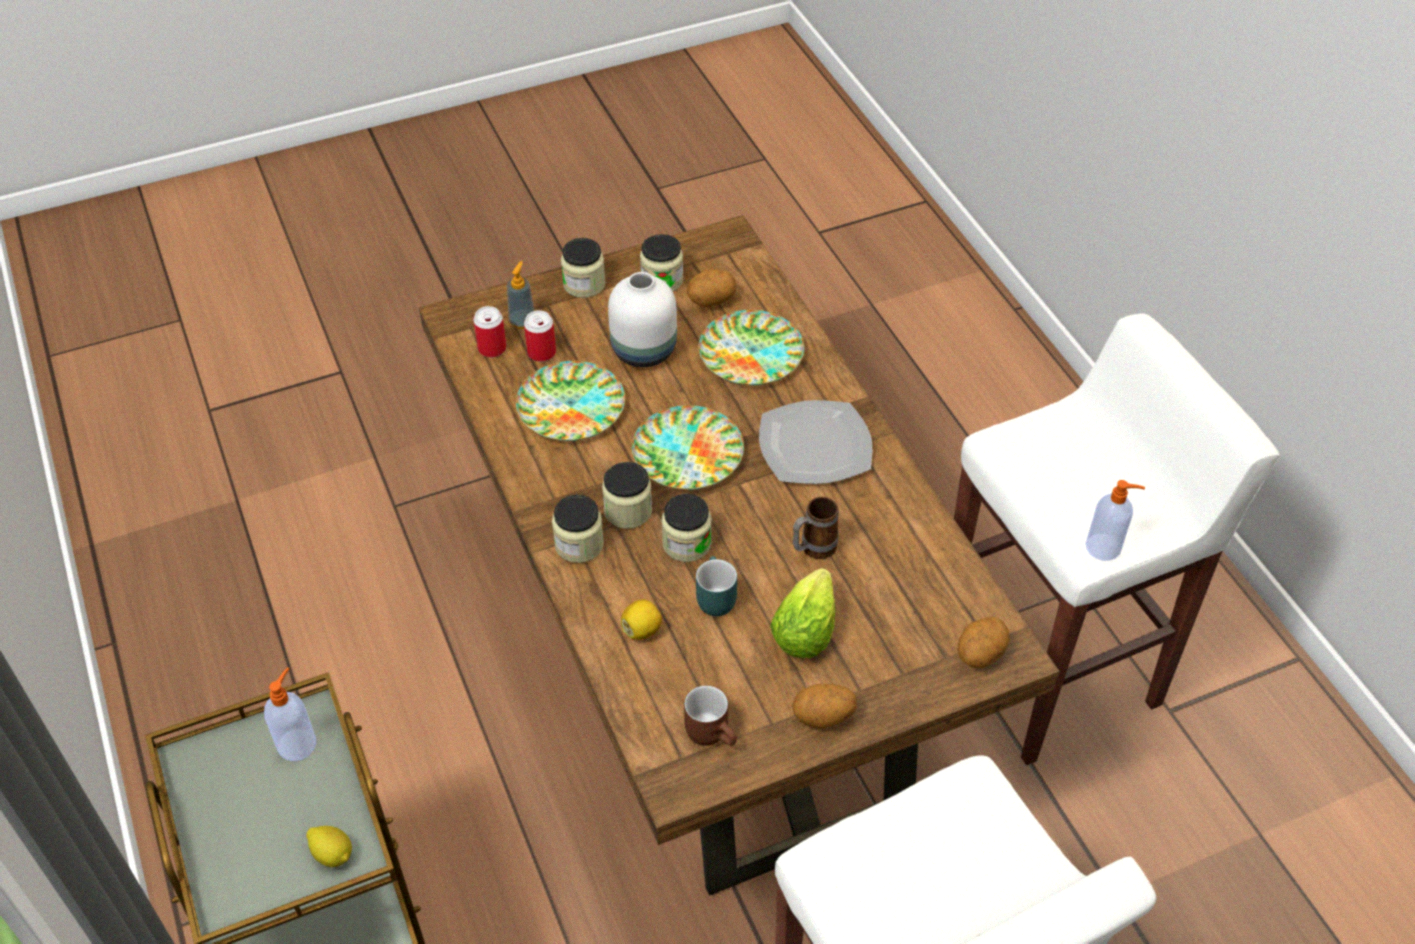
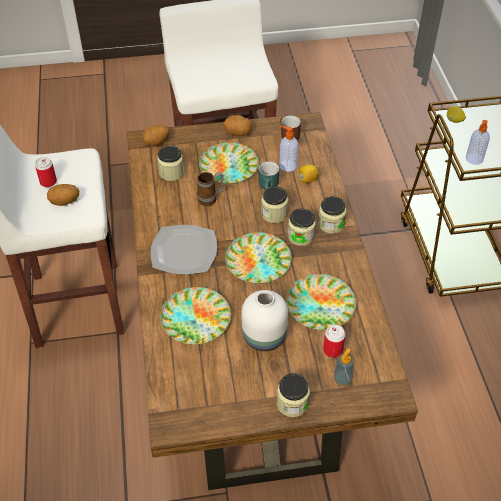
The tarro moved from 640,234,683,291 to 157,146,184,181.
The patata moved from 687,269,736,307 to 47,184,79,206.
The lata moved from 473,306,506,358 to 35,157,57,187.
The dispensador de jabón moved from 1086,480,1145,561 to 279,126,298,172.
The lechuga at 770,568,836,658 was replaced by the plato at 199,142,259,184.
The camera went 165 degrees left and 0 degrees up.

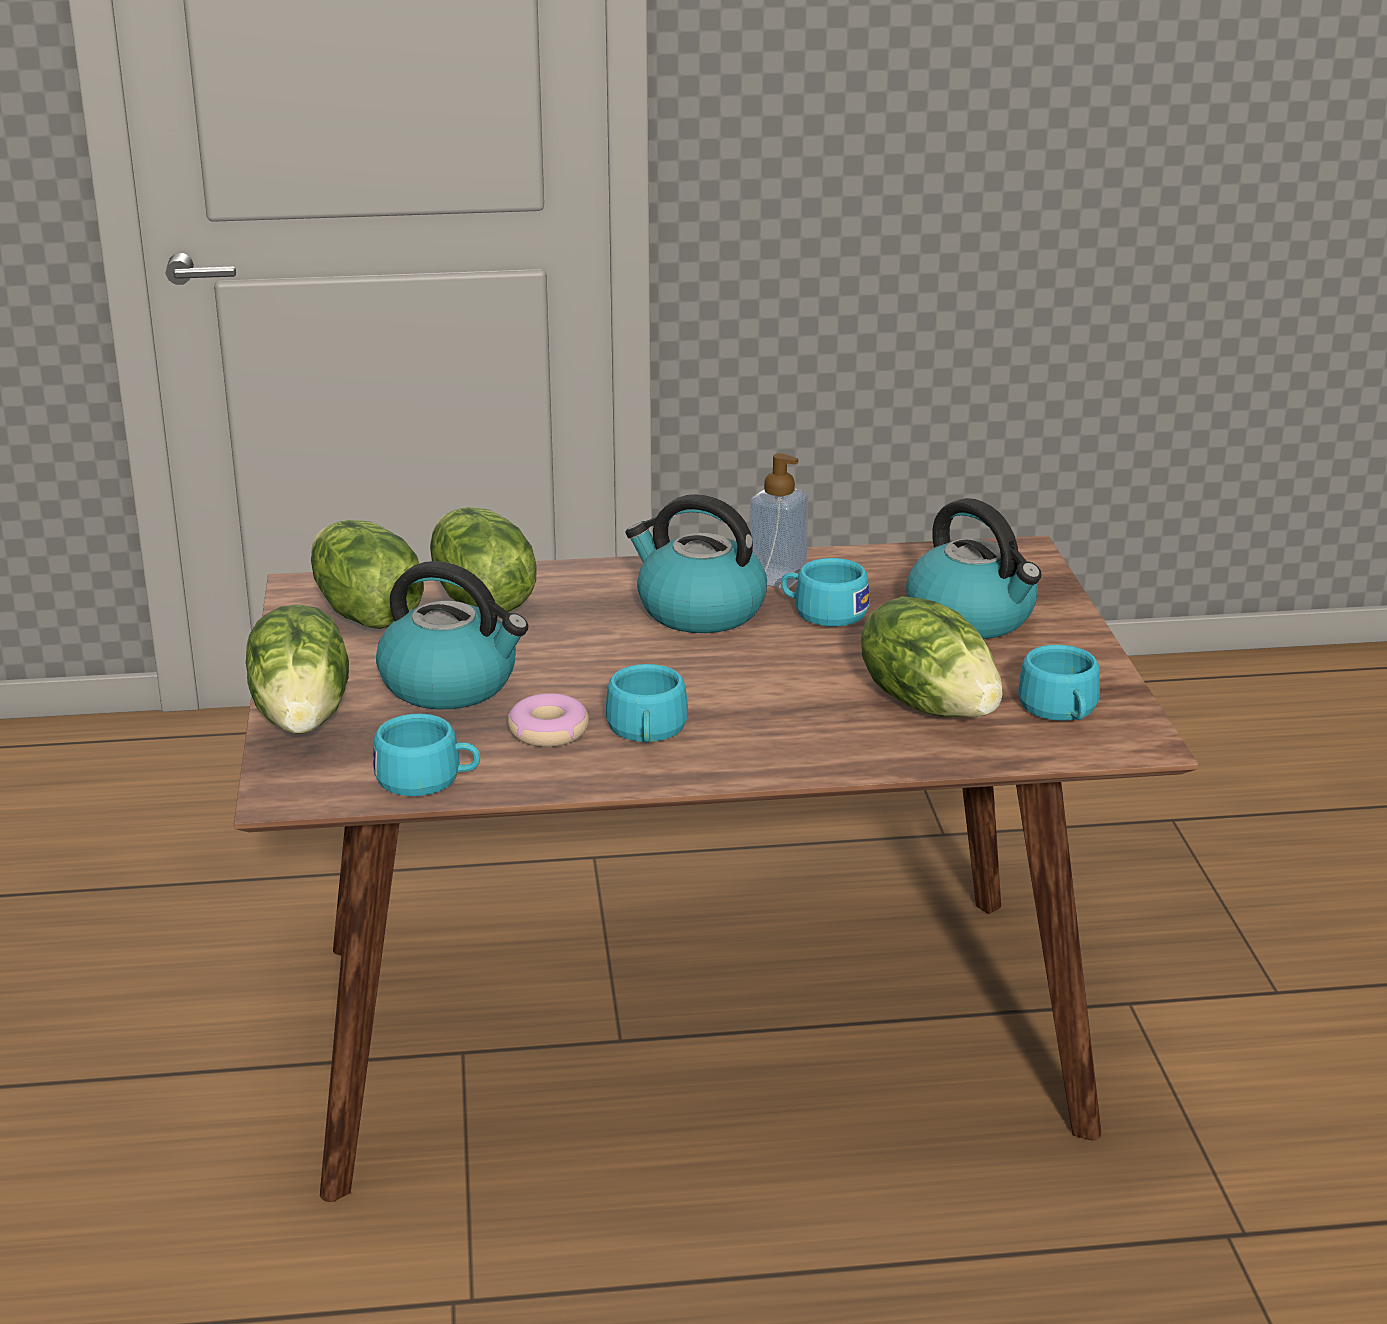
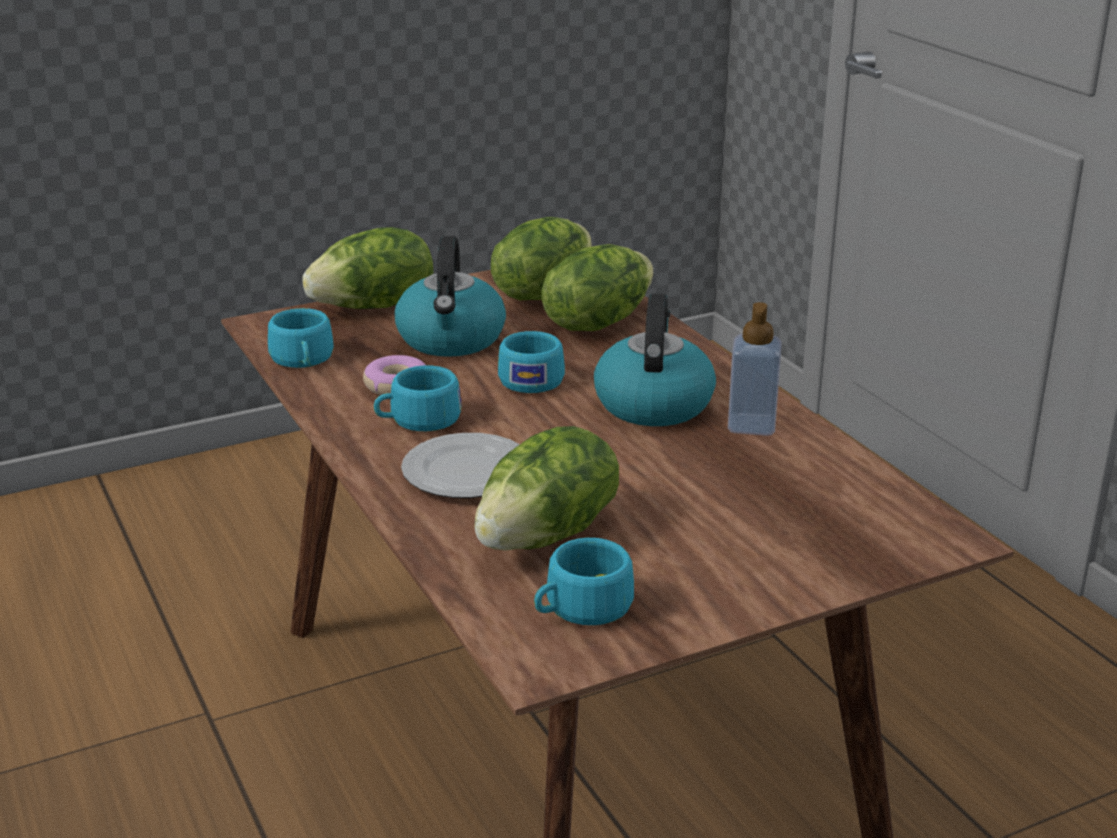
The hervidor at 906,498,1041,639 disappeared.
The taza [turquesa] moved from 781,558,869,627 to 498,331,565,393.
The plato at 401,433,520,498 appeared.
The camera went 70 degrees right and 0 degrees up.

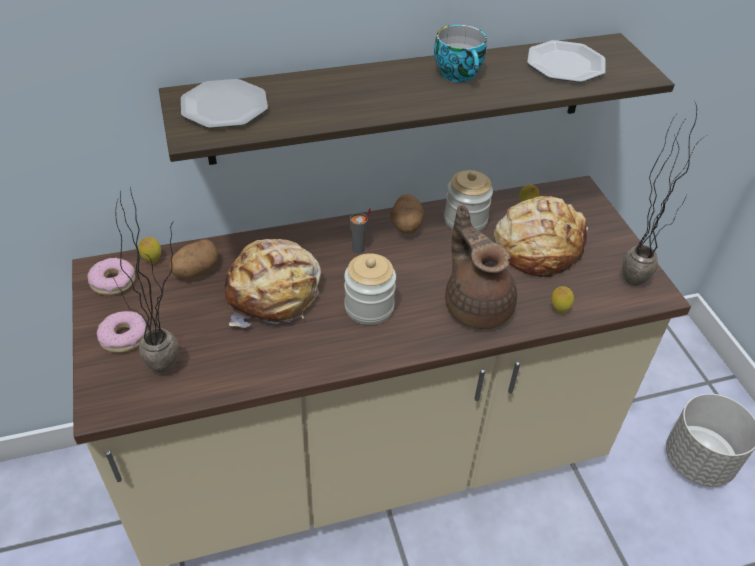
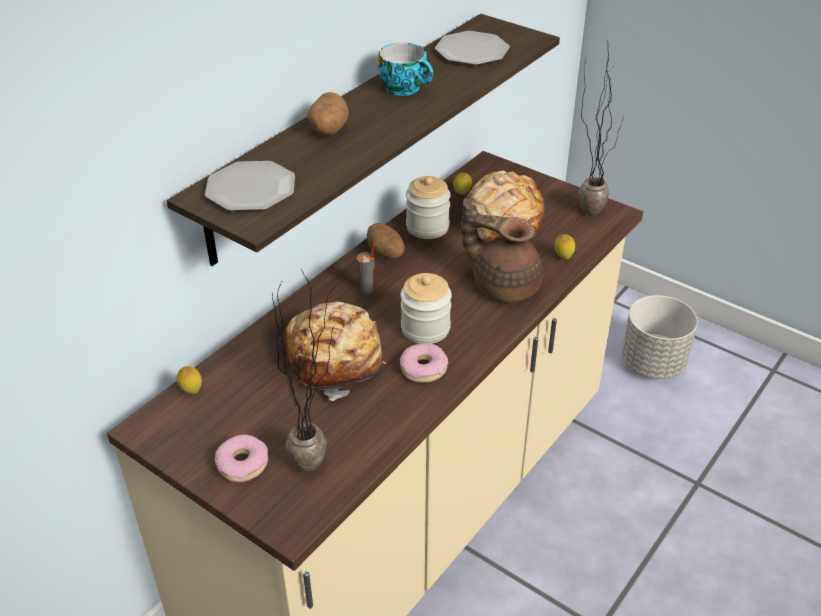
The patata moved from 169,239,218,279 to 307,92,349,136.
The rosquilla moved from 87,258,135,295 to 400,343,448,383.
The camera went 35 degrees left and 5 degrees down.

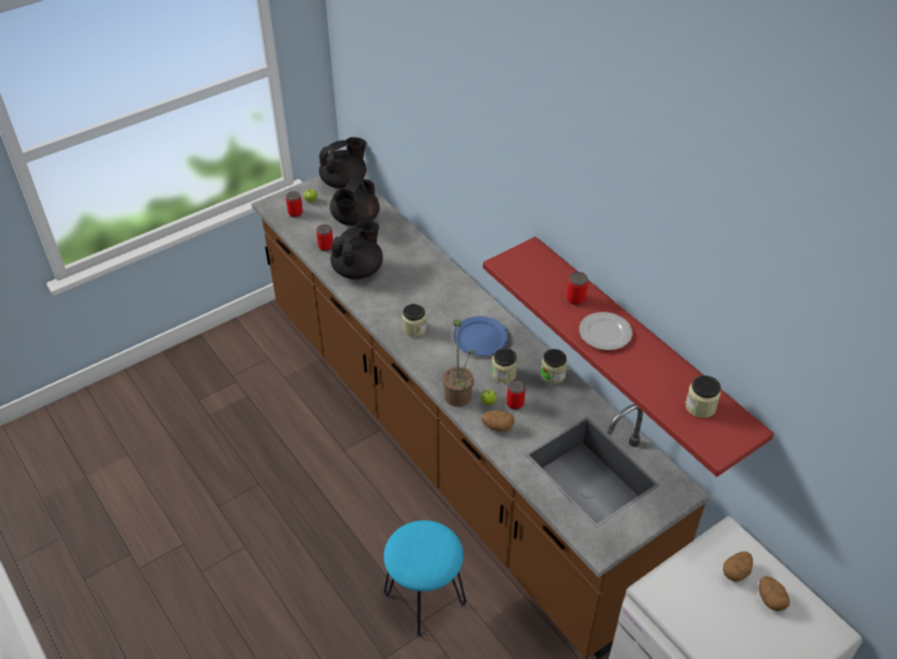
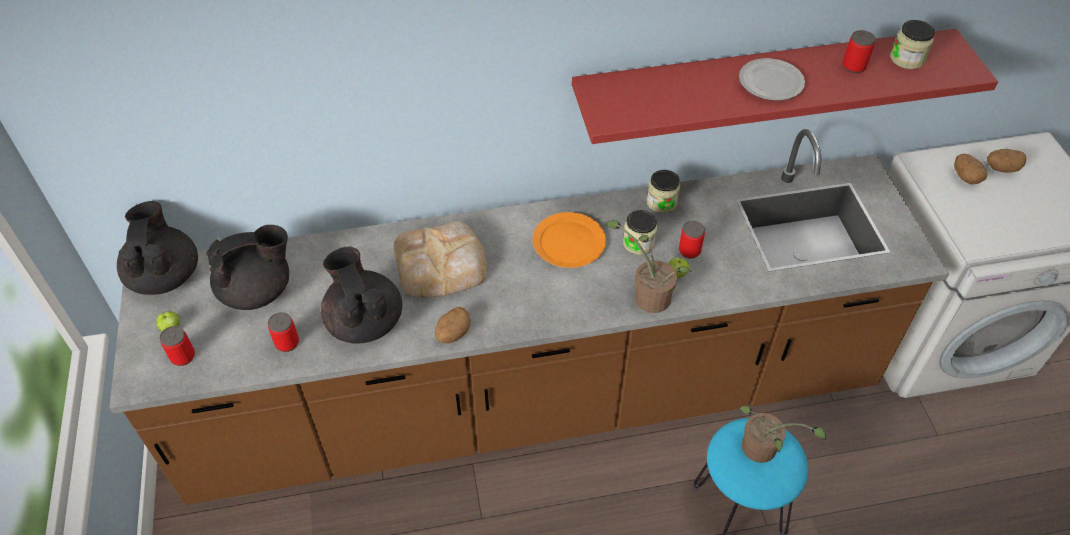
The tetera [negro] at 330,174,380,226 turned 75 degrees counterclockwise.
The lata moved from 567,272,588,305 to 843,30,876,73.
The tarro at 402,304,427,337 disappeared.
The plato [azul] at 453,316,508,356 became the plato [naranja] at 533,212,606,268.
The patata moved from 482,410,514,432 to 435,307,471,343.
The pan at 393,221,487,298 appeared.
The planta en maceta at 739,406,826,463 appeared.
The camera went 65 degrees left and 5 degrees up.

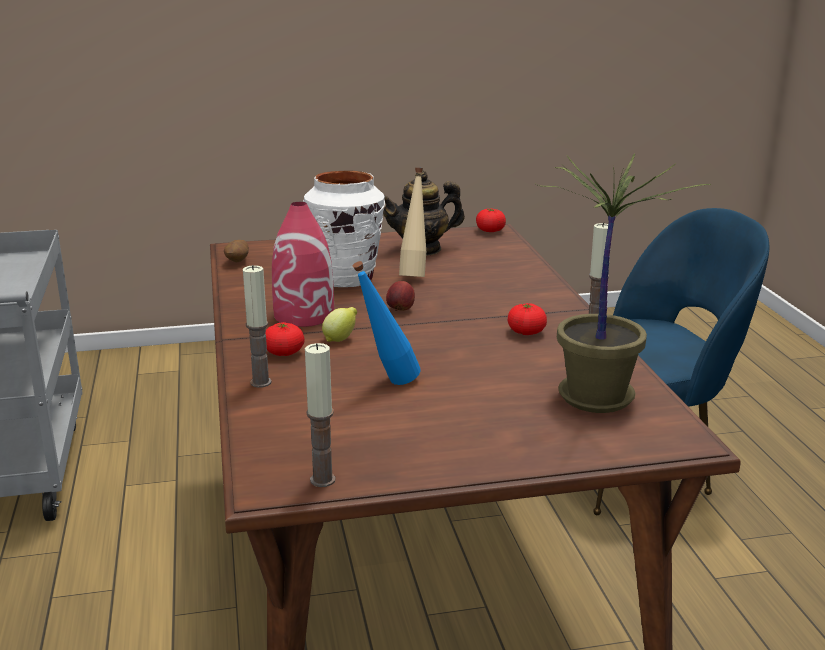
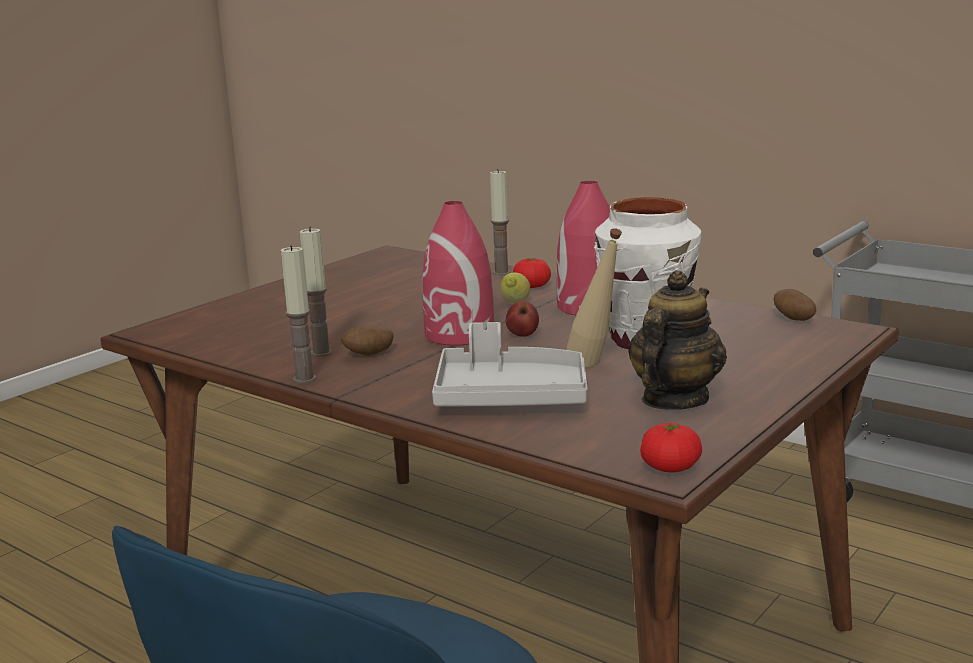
The planta en maceta at 536,153,711,413 disappeared.
The botella [azul] at 353,261,421,385 disappeared.
The tomate at 508,303,547,335 was replaced by the patata at 341,325,394,356.
The vela moved from 305,343,336,487 to 300,227,332,357.
The florero [rojo] at 422,201,494,346 appeared.
The bandeja [gris] at 432,322,588,406 appeared.
The camera went 140 degrees right and 5 degrees down.

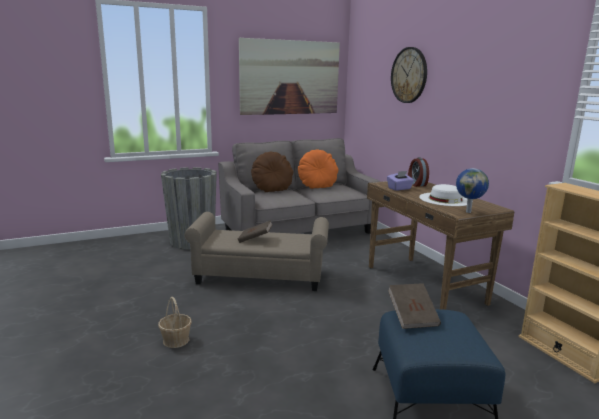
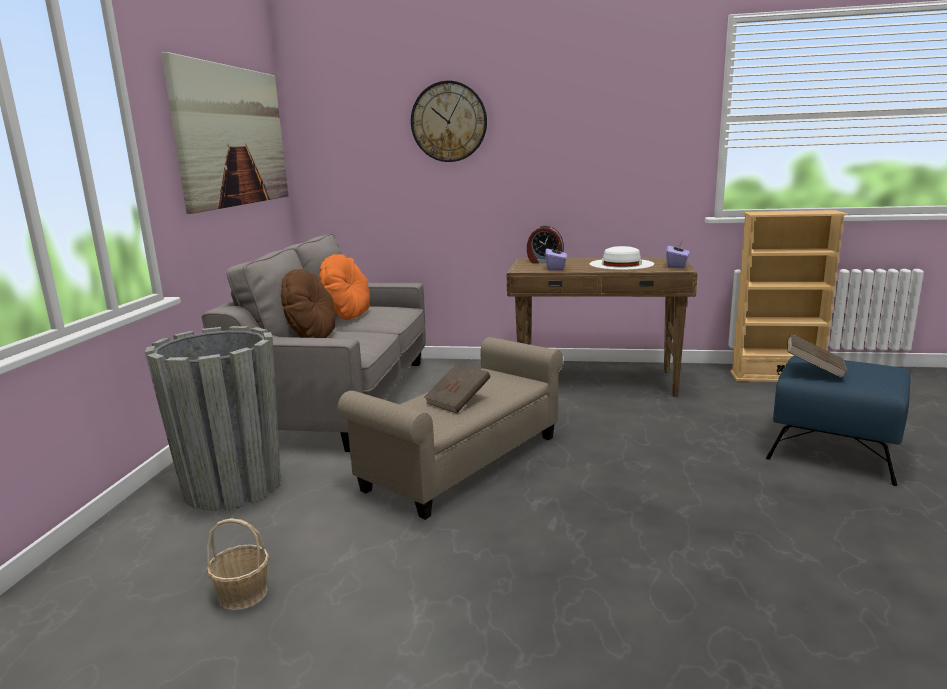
The globo terráqueo at 456,168,489,213 was replaced by the caja de pañuelos [morado] at 666,240,689,268.
The cesta moved from 158,297,192,348 to 207,518,269,610.
The camera went 55 degrees left and 0 degrees up.

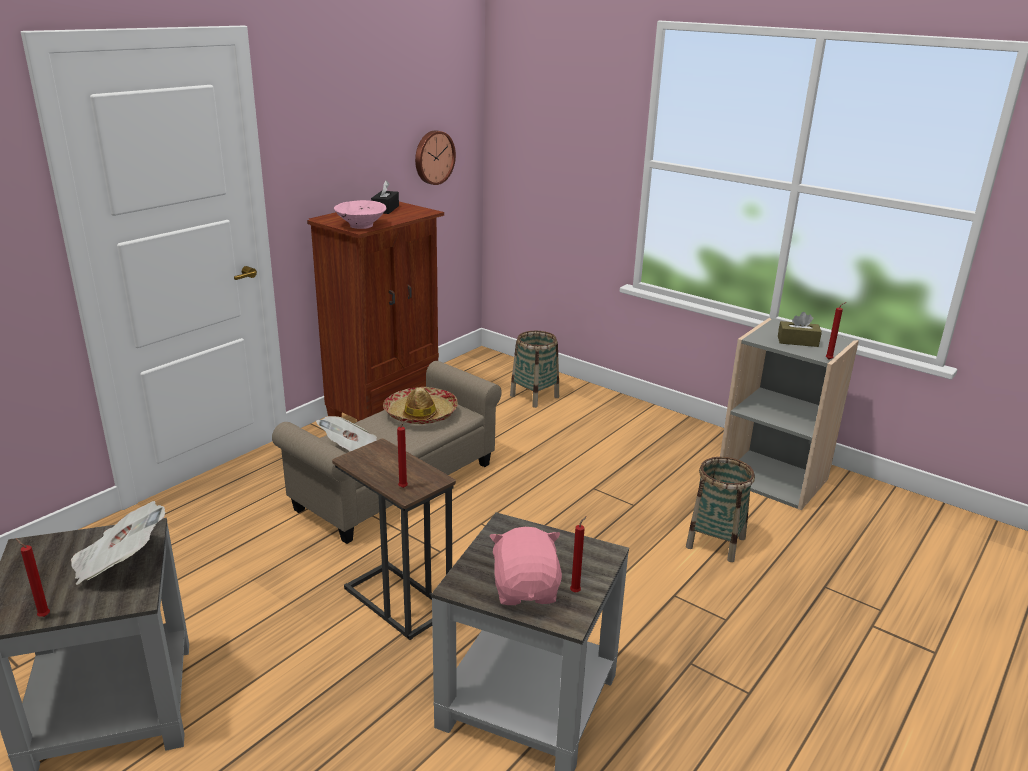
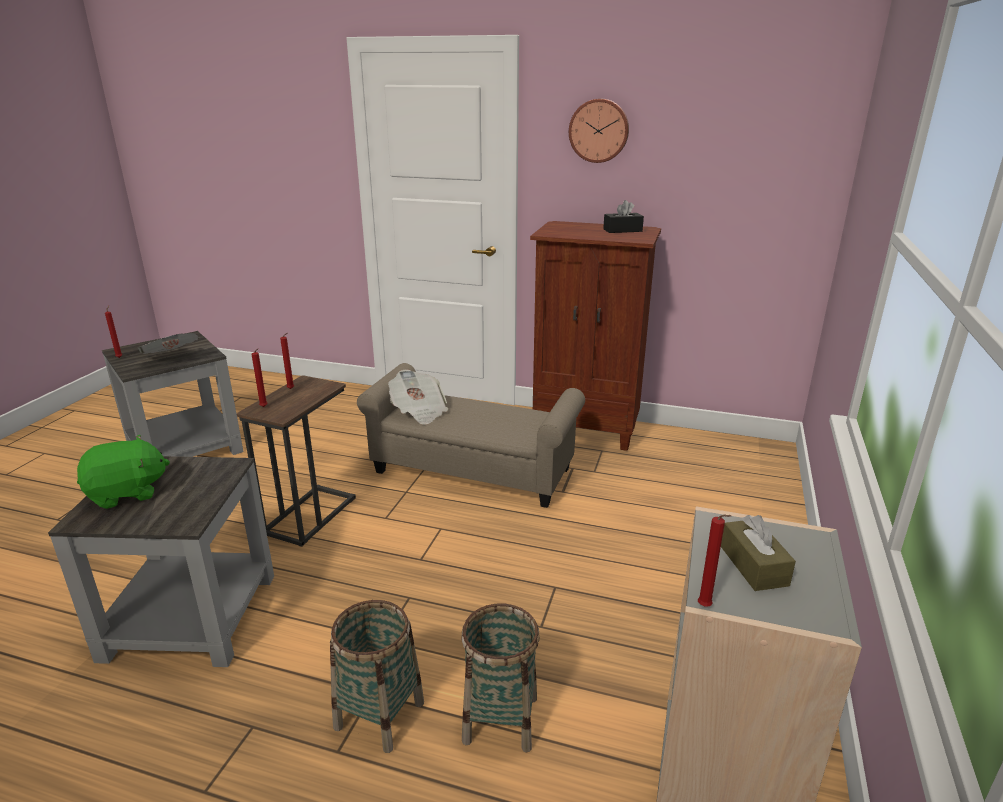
The reloj de pared moved from 415,130,456,185 to 569,99,629,163.
The cuenco [rosa] at 334,200,386,229 disappeared.
The cesta moved from 510,331,559,408 to 330,600,424,753.
The sombrero at 383,387,458,424 disappeared.
The vela [rojo] moved from 570,516,587,593 to 280,333,294,389.
The peluche [rosa] at 490,527,562,605 became the peluche [verde] at 77,435,170,509.
The camera went 70 degrees right and 0 degrees up.

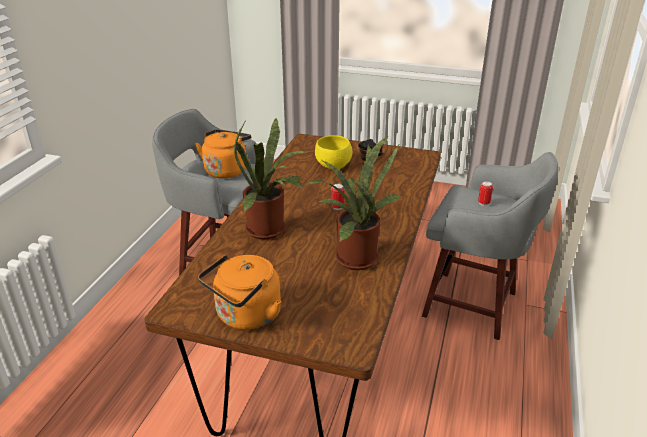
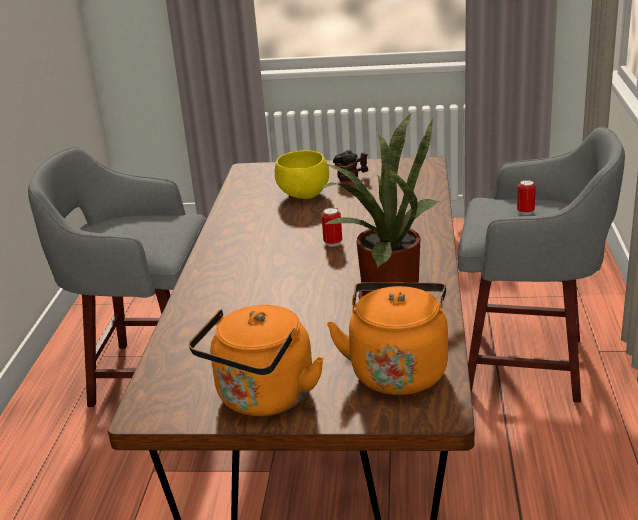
The planta en maceta at 234,118,309,240 disappeared.
The hervidor [naranja] moved from 195,129,251,179 to 327,282,448,395.
The camera went 10 degrees left and 5 degrees down.

